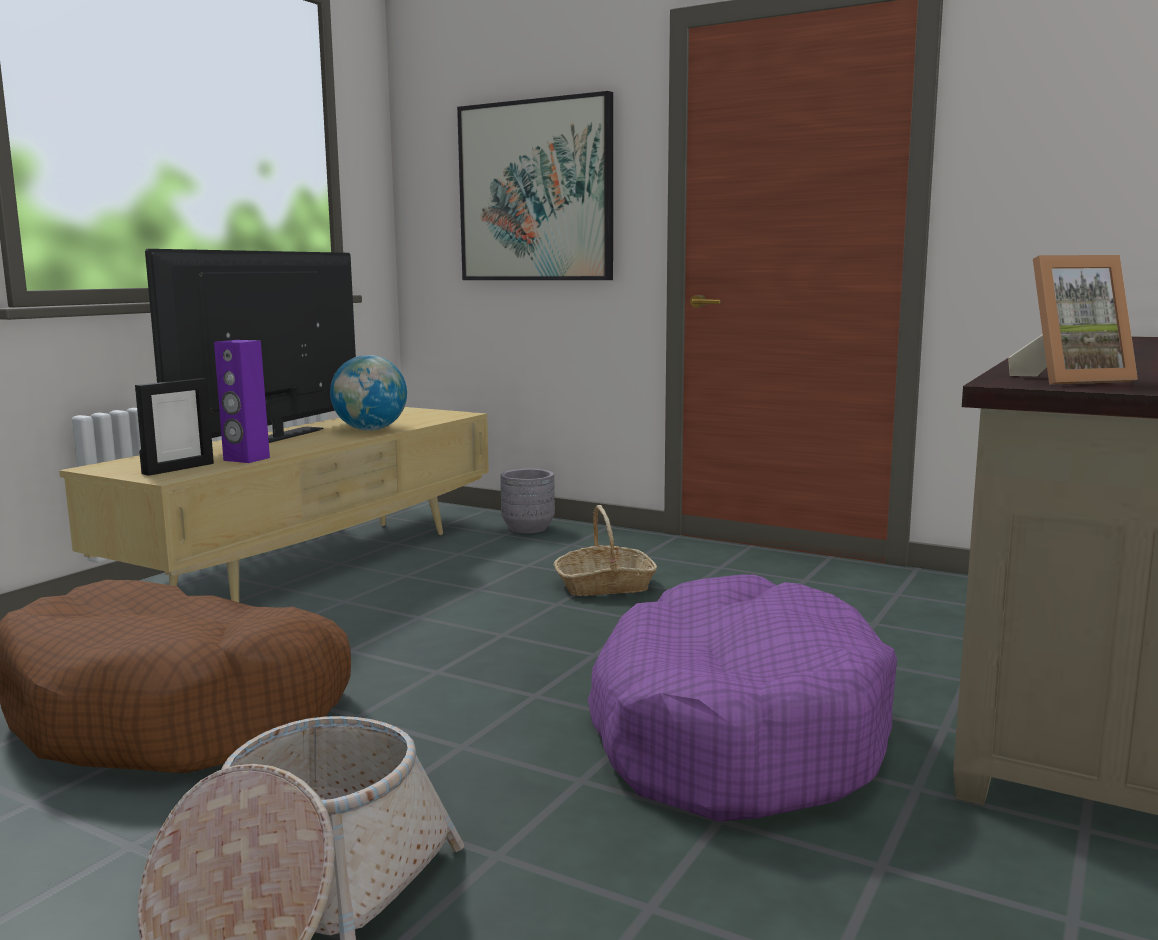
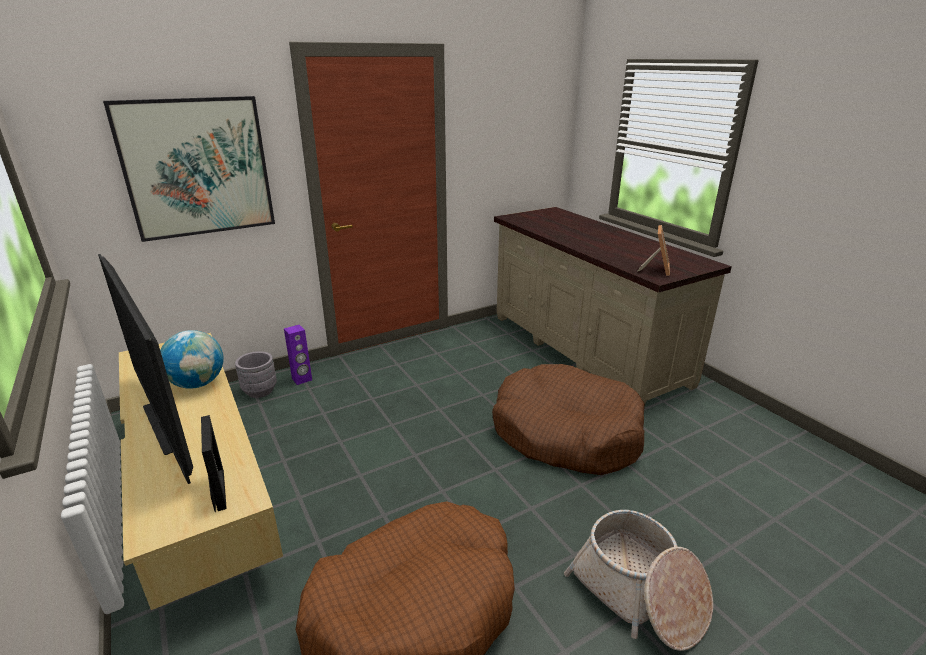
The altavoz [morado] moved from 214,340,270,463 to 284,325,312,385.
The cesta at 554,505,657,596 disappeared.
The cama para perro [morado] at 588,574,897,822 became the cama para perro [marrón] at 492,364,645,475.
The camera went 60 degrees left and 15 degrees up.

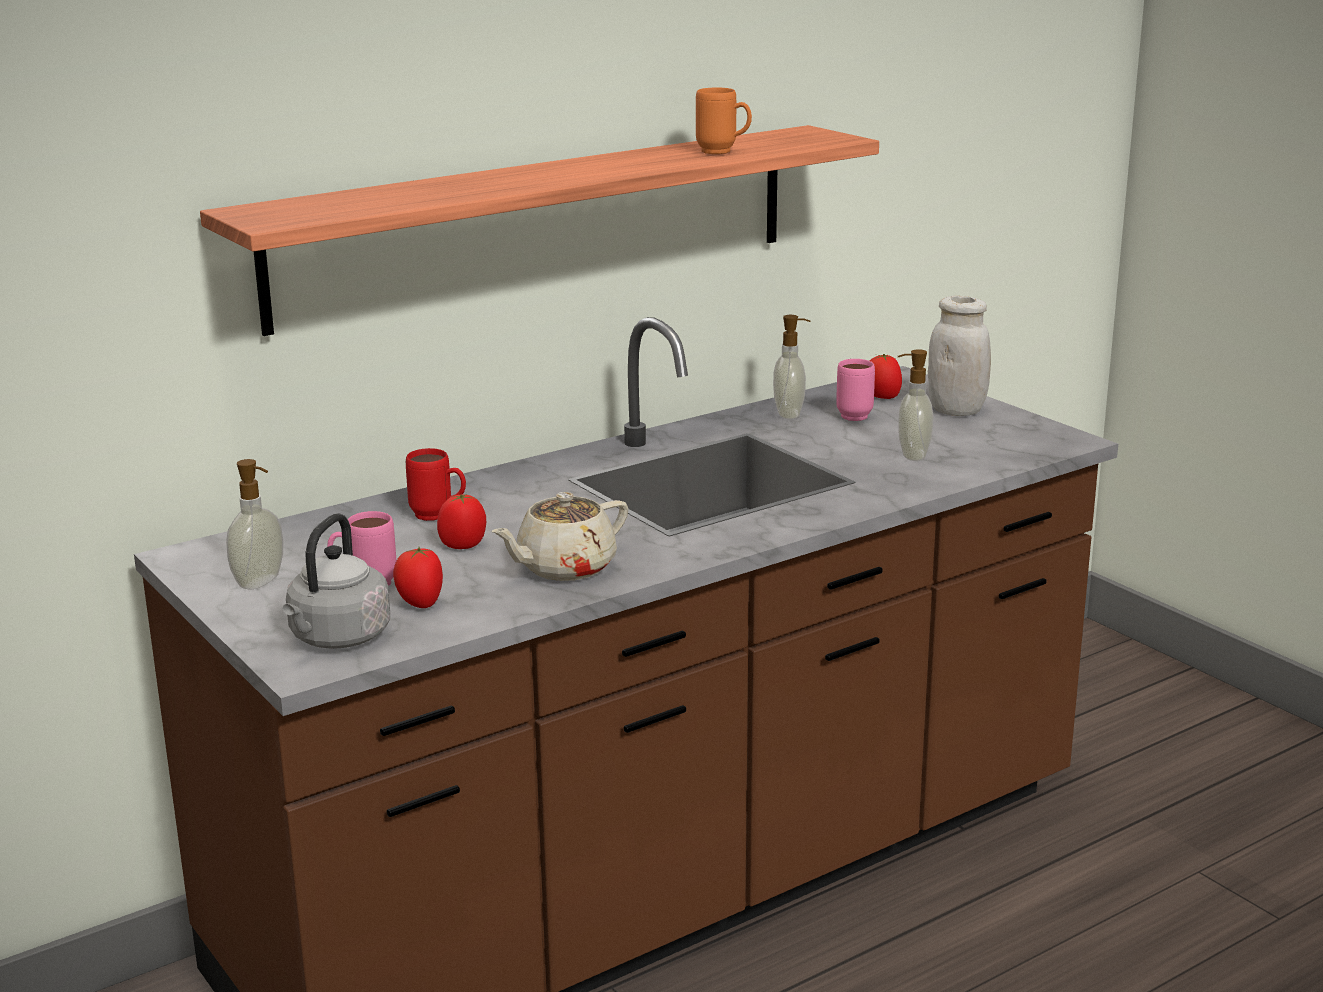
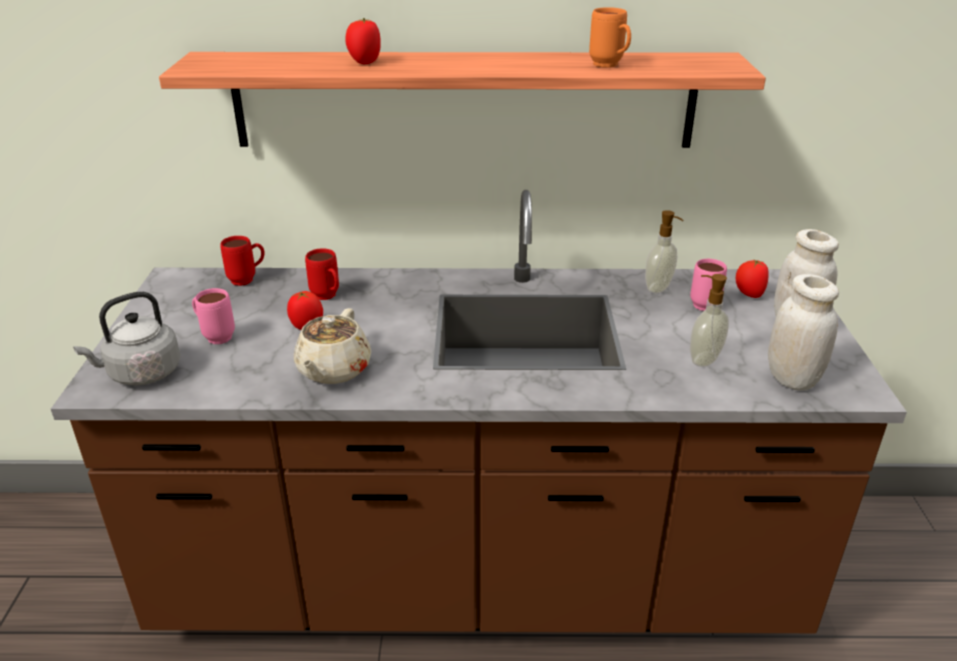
The dispensador de jabón at 226,459,283,589 disappeared.
The tetera [beis] at 491,492,628,581 turned 75 degrees counterclockwise.
The tomate moved from 393,547,443,608 to 345,18,381,64.
The taza grande [rojo] at 220,236,265,286 appeared.
The tarro [blanco] at 768,274,839,390 appeared.
The camera went 35 degrees right and 10 degrees up.

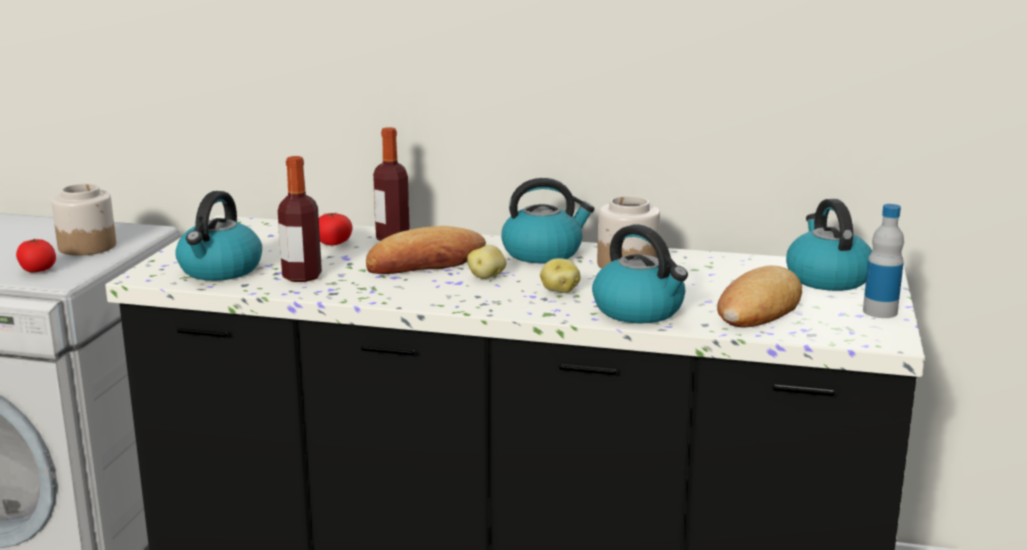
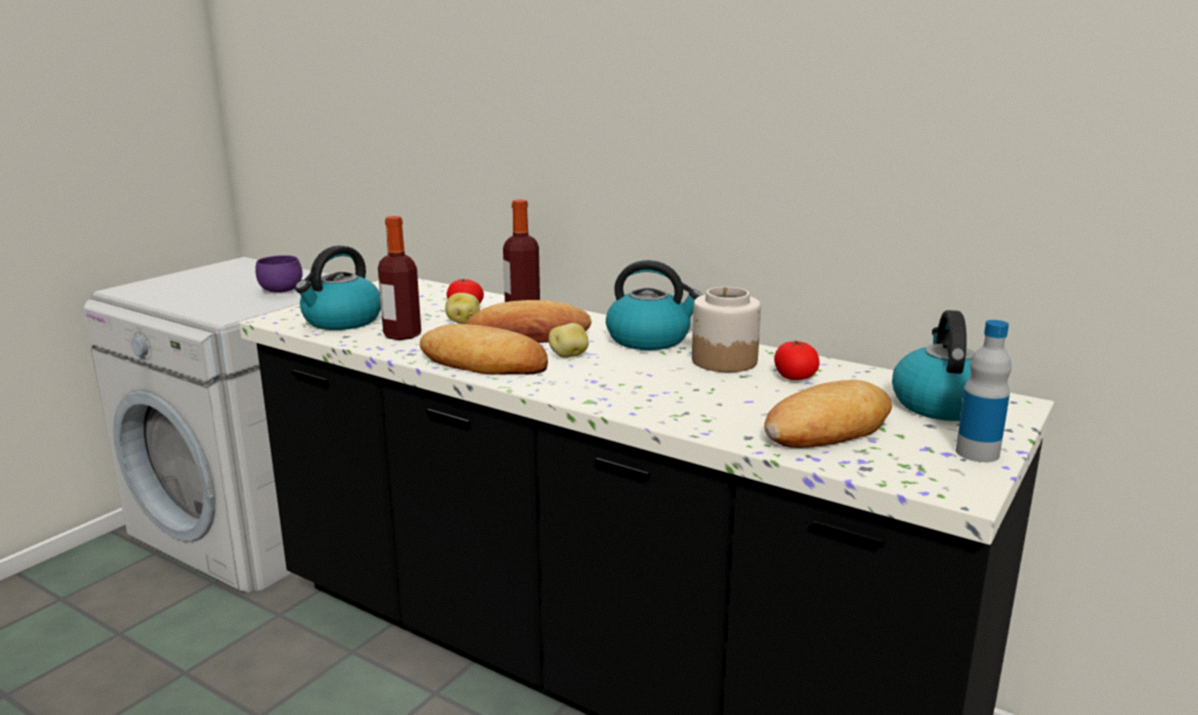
The tarro at 51,184,116,256 was replaced by the cuenco [morado] at 255,255,303,292.
The hervidor at 592,225,688,323 disappeared.
The tomate moved from 16,238,56,273 to 774,340,820,380.
The patata moved from 540,258,581,293 to 445,293,480,324.
The pan at 420,324,548,375 appeared.
The camera went 20 degrees right and 0 degrees up.

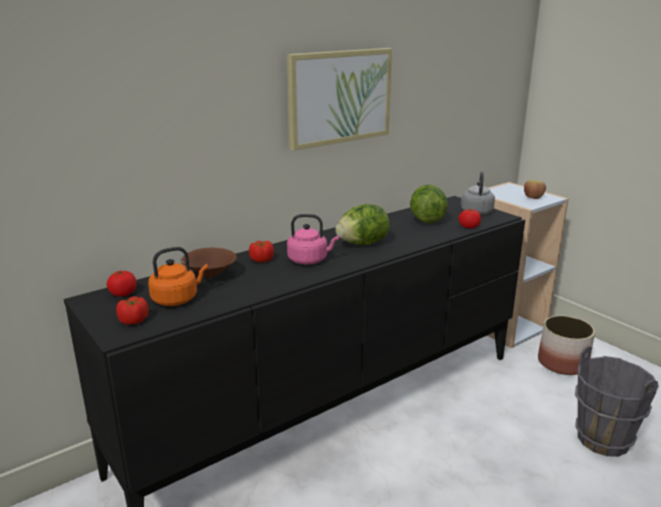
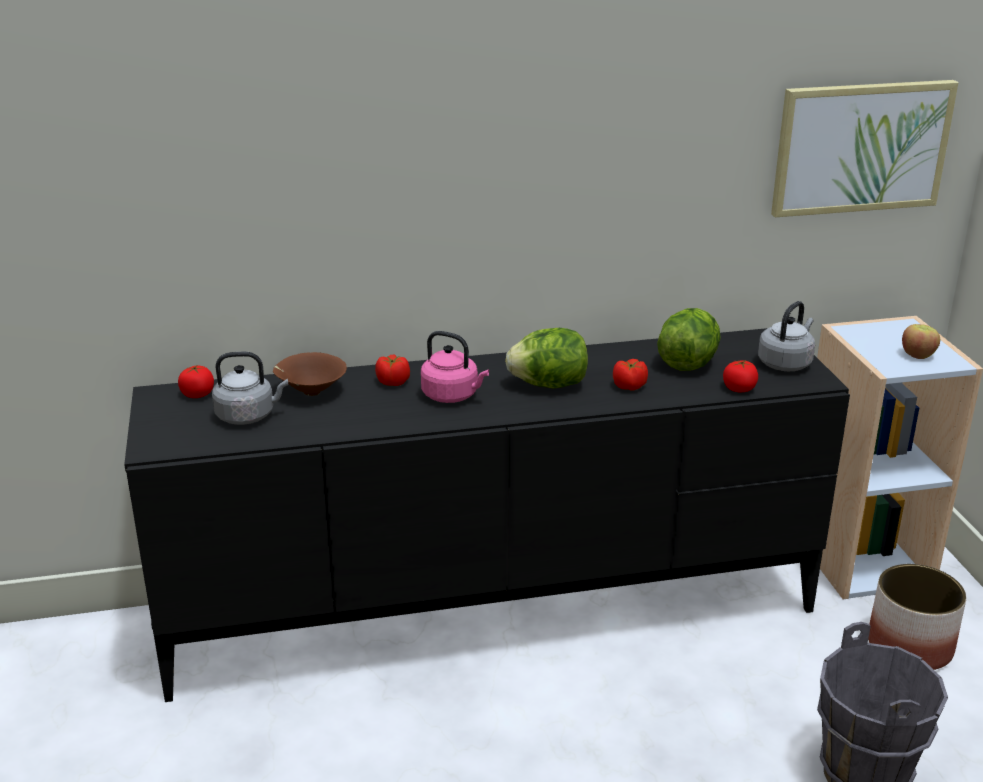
The cuadro moved from 287,48,392,151 to 771,80,959,217.
The hervidor [naranja] at 148,247,208,306 became the hervidor [gris] at 212,352,288,425.
The tomate moved from 116,296,149,325 to 613,359,648,390.
The camera went 25 degrees right and 5 degrees up.

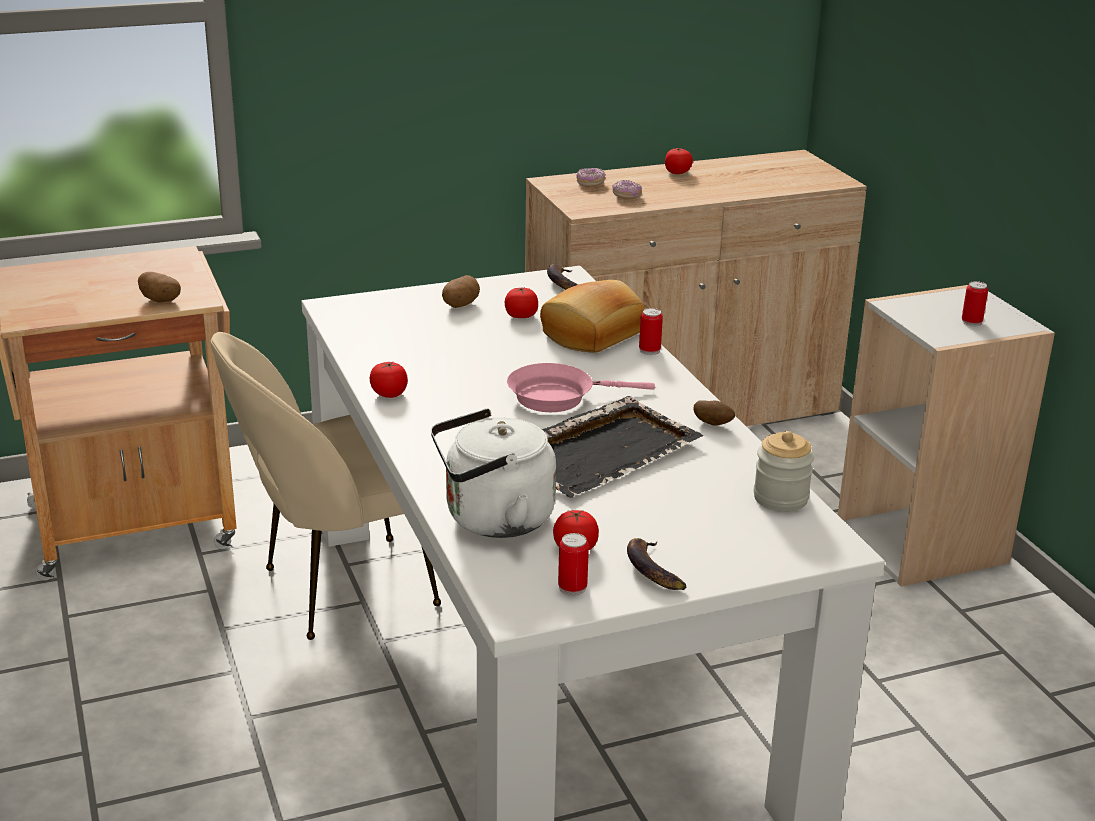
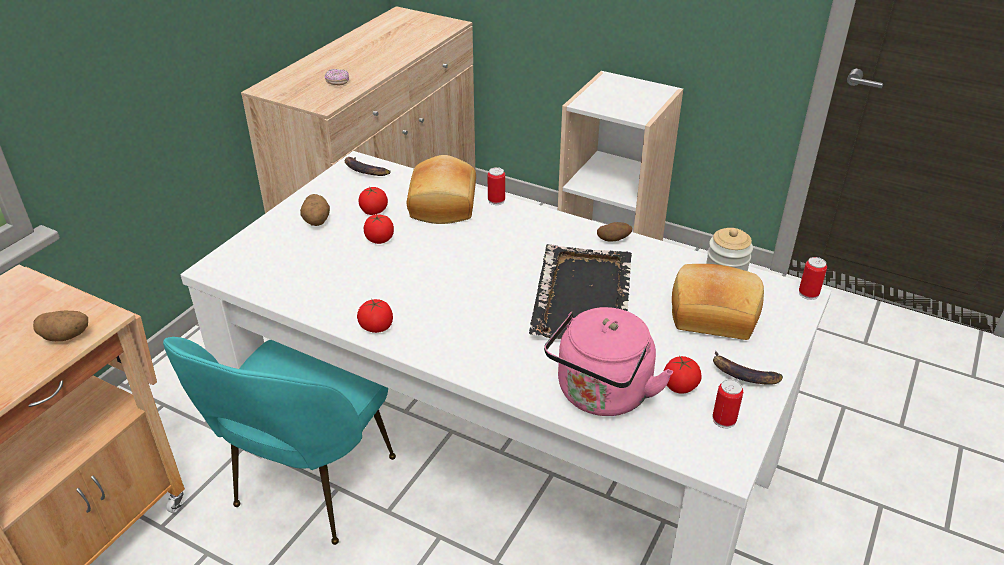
The tomate moved from 665,148,693,174 to 364,214,394,244.
The rosquilla at 576,168,606,187 disappeared.
The lata moved from 962,281,988,326 to 799,257,827,300.
The silla [beis] at 210,332,441,640 became the silla [turquesa] at 163,337,396,545.
The sartén [rosa] at 507,363,655,412 disappeared.
The hervidor [blanco] at 431,409,556,538 became the hervidor [rosa] at 544,307,673,416.
The pan at 672,264,764,340 appeared.
The camera went 40 degrees left and 10 degrees up.

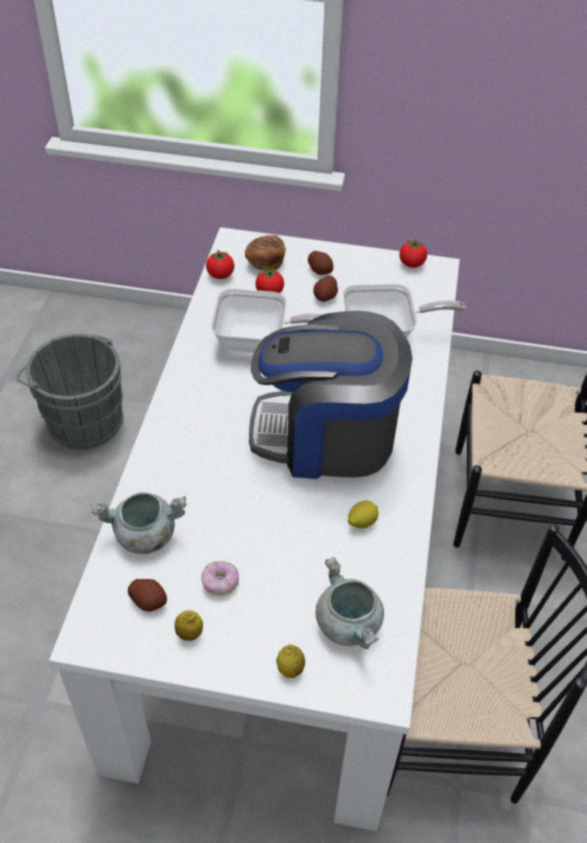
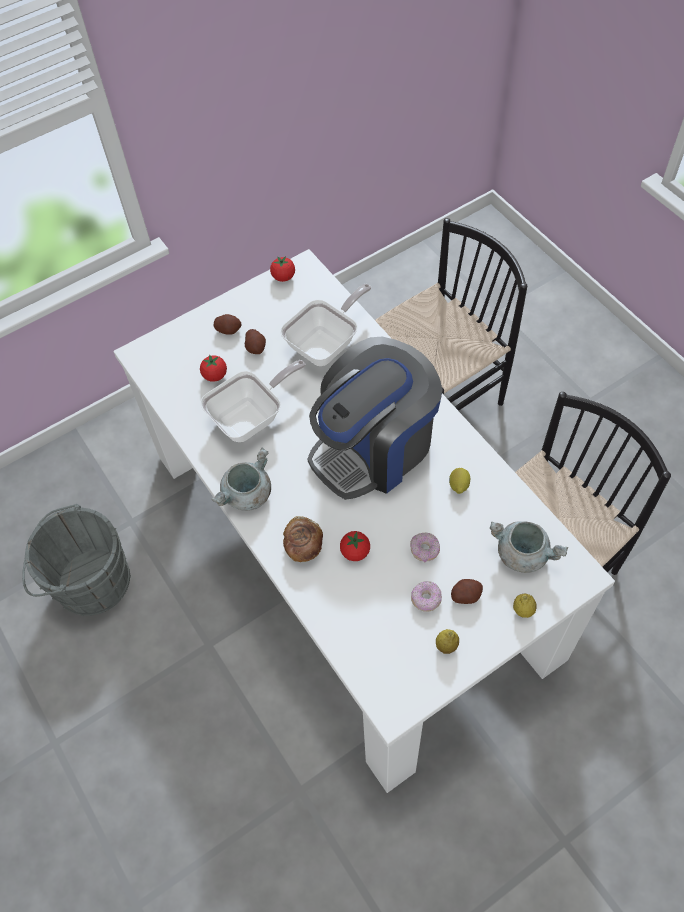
The pan moved from 245,235,286,271 to 283,516,323,562.
The tomate moved from 206,250,234,279 to 340,531,370,561.
The olla [gris] moved from 91,492,186,554 to 211,448,271,511.
The patata moved from 128,579,167,612 to 451,579,483,604.
The rosquilla at 410,532,440,562 appeared.
The camera went 40 degrees left and 10 degrees up.

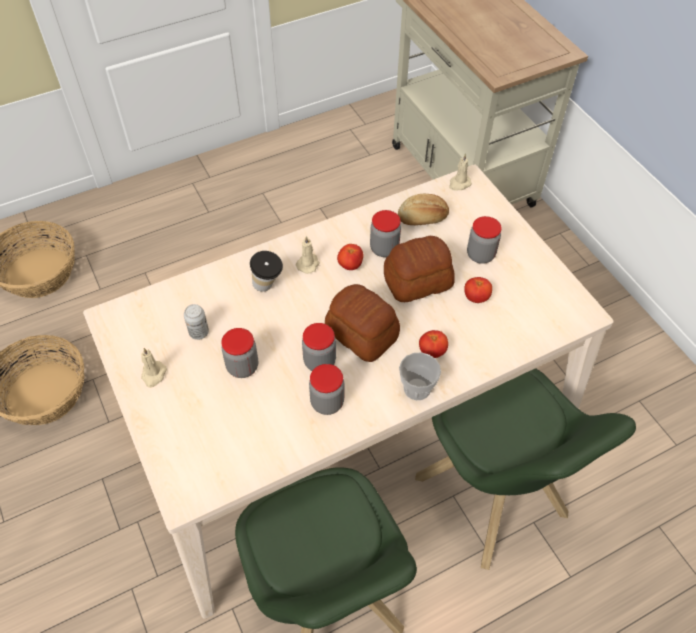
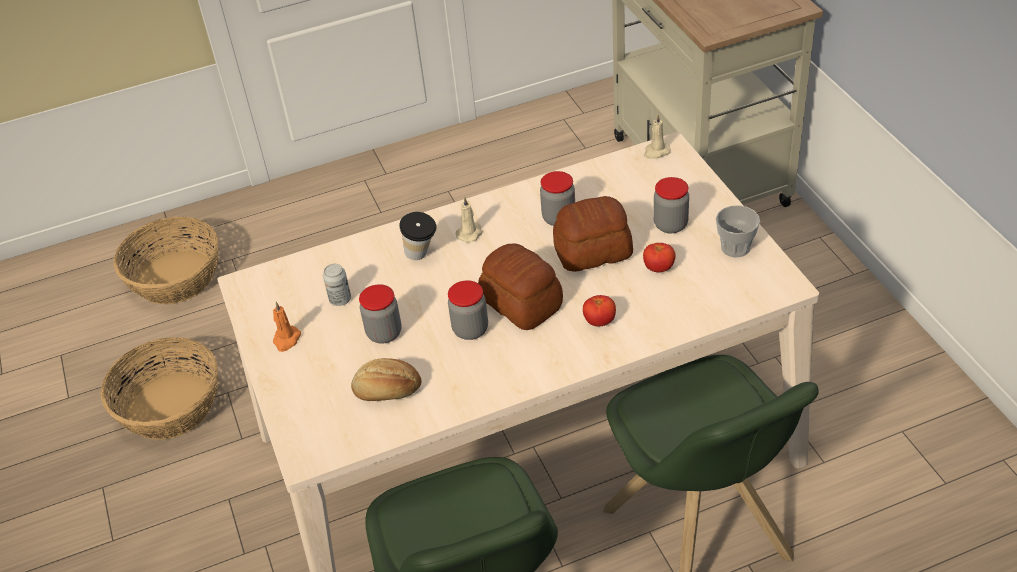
The pan moved from 398,194,449,225 to 351,358,421,401.
The tomate at 337,244,363,270 disappeared.
The vela [beis] at 141,348,167,388 became the vela [naranja] at 273,302,301,352.
The taza moved from 399,352,441,400 to 716,205,760,258.
The tarro at 309,364,344,415 disappeared.
The camera went 10 degrees right and 10 degrees down.

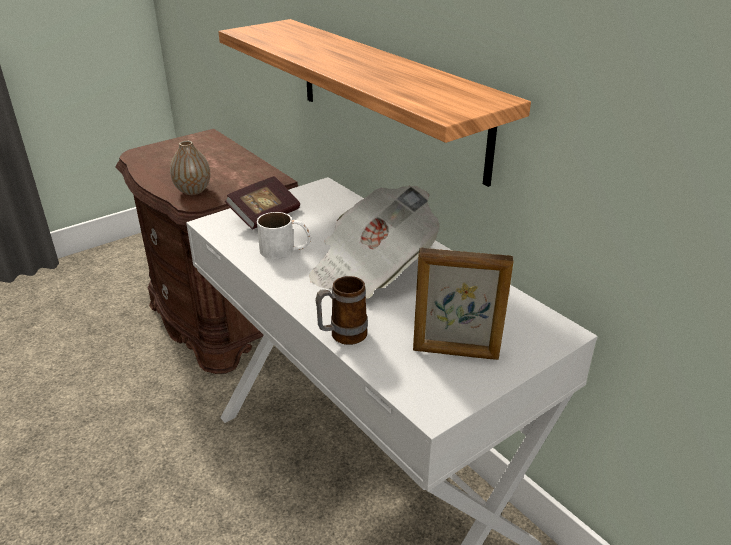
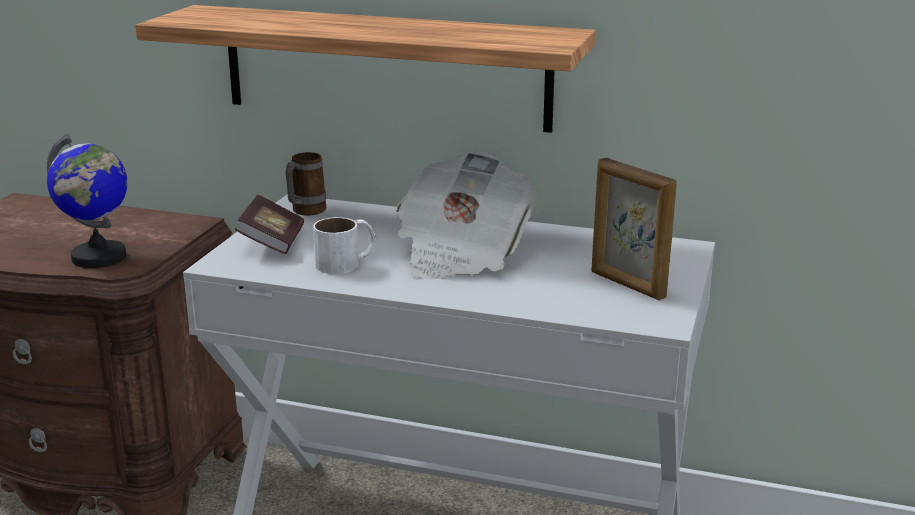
The florero at 170,141,210,195 was replaced by the globo terráqueo at 47,133,128,268.
The portarretratos at 413,248,513,360 turned 75 degrees clockwise.
The taza grande moved from 315,276,368,345 to 286,152,326,215.
The camera went 35 degrees left and 10 degrees down.

